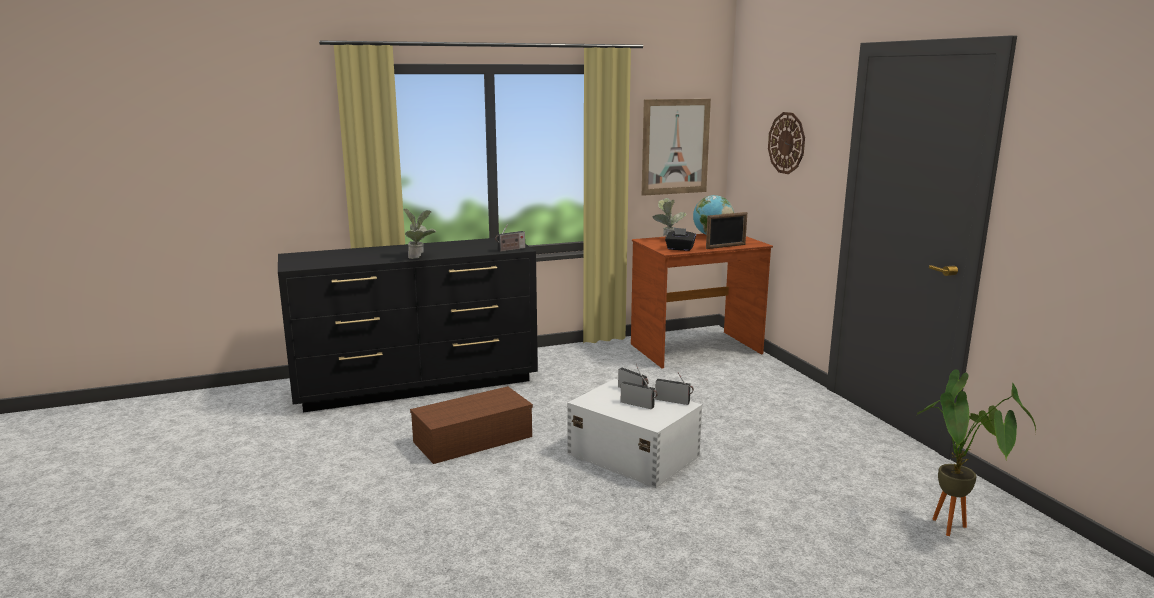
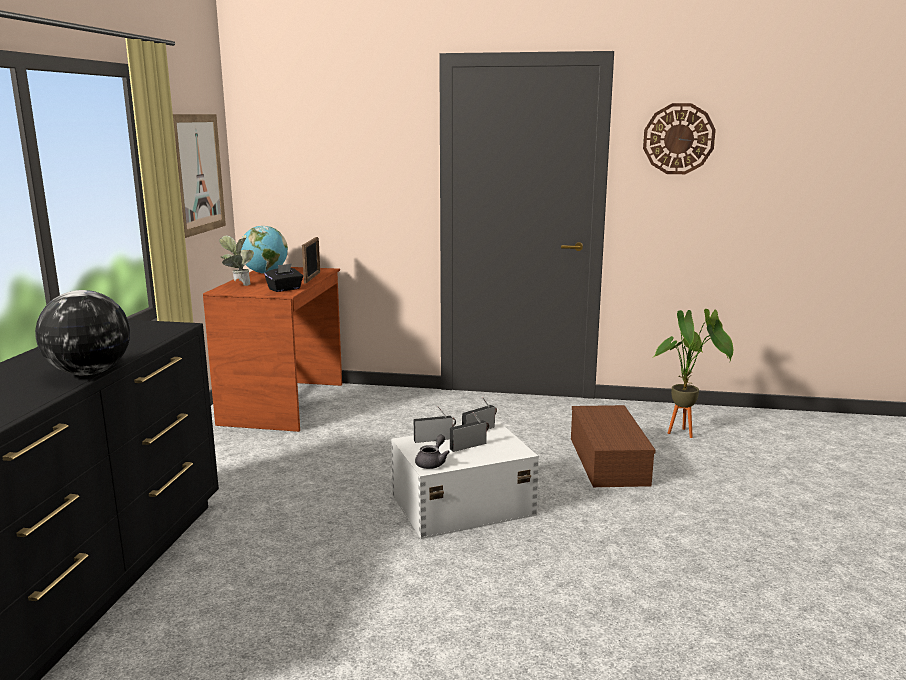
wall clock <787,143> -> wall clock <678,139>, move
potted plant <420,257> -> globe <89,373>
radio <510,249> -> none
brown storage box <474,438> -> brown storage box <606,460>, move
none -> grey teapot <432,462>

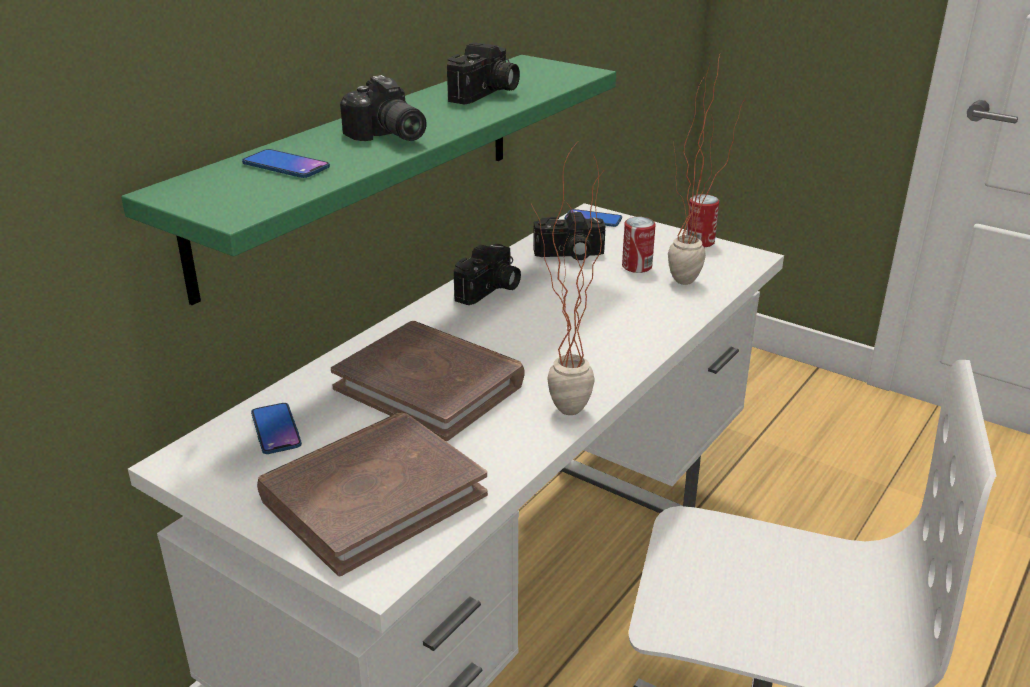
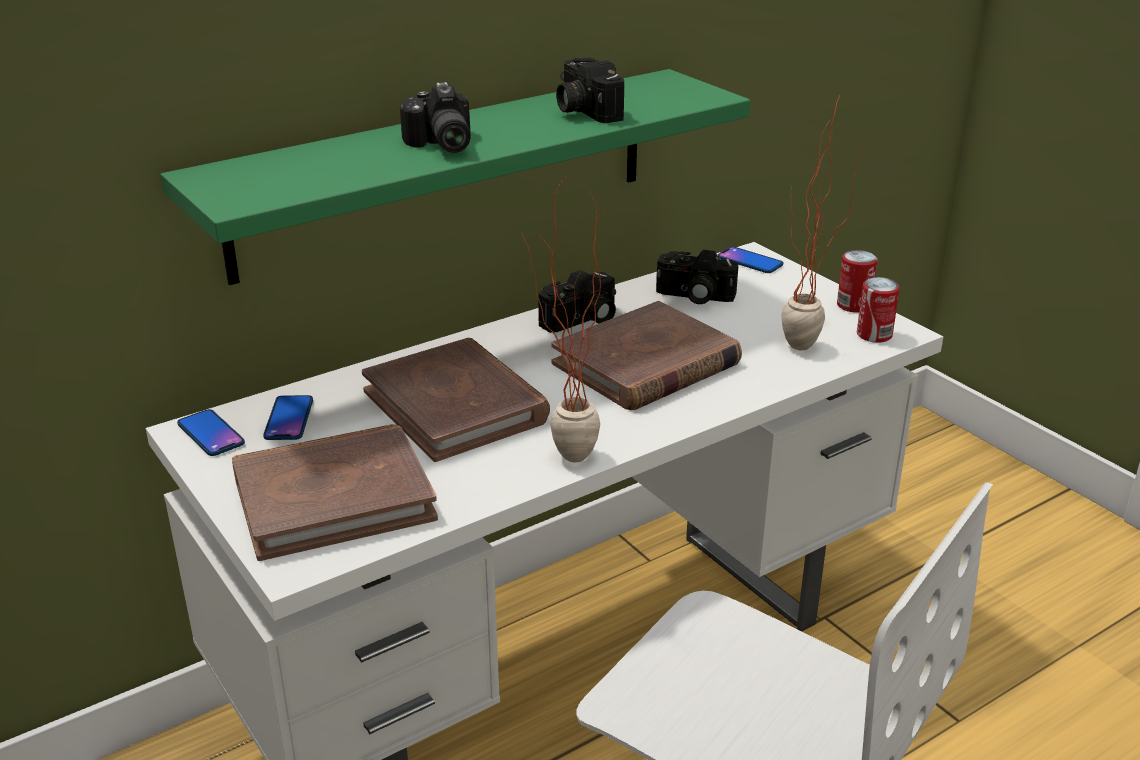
photo camera <486,94> -> photo camera <583,110>, 105 degrees clockwise
phone <286,165> -> phone <211,434>, move
can <637,266> -> can <874,335>, move
none -> brown book <646,364>

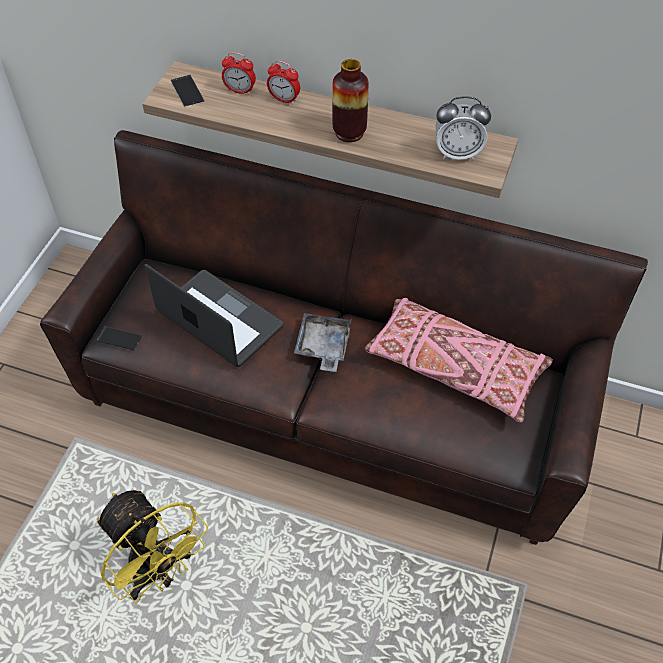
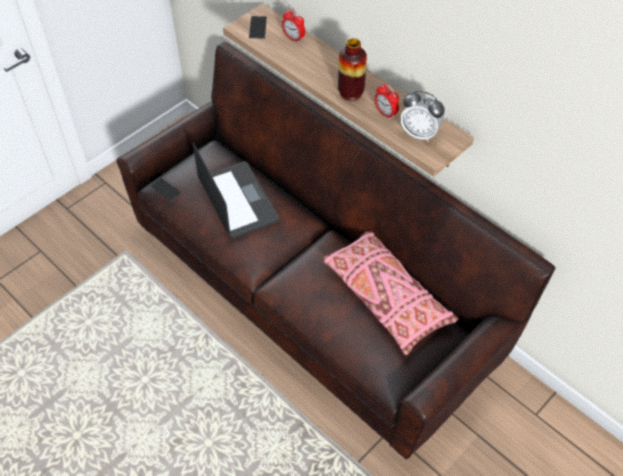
alarm clock <284,99> -> alarm clock <385,113>, move
grey tray <323,346> -> none
yellow fan <158,572> -> none

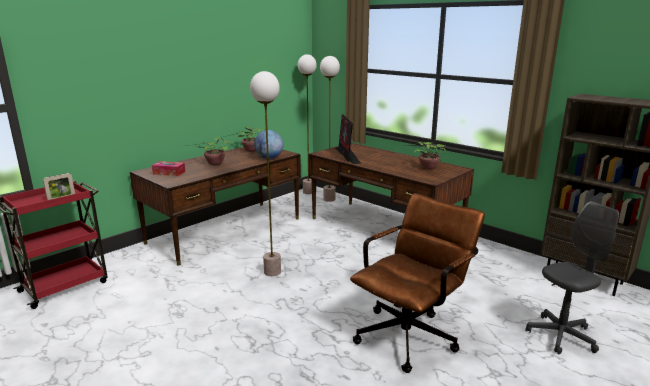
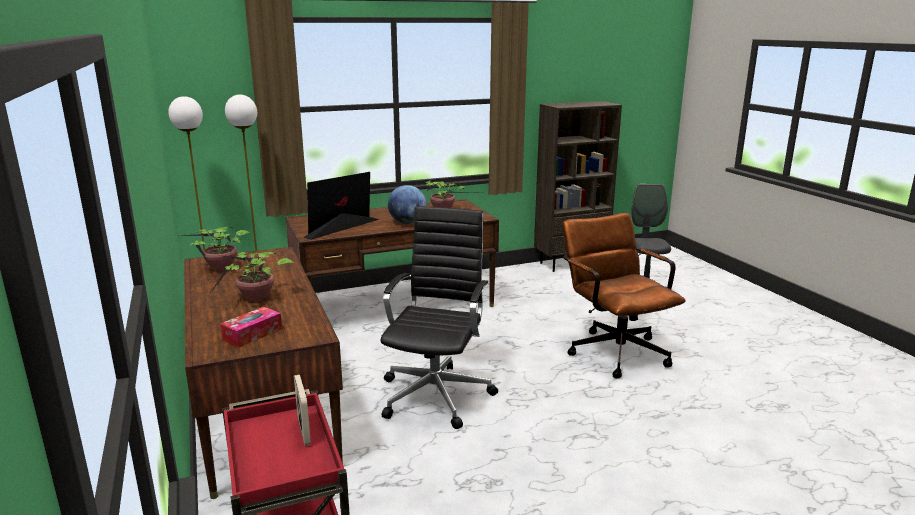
floor lamp <272,272> -> black office chair <437,394>
monitor <347,155> -> monitor <341,228>, 120 degrees clockwise
globe <269,158> -> globe <407,223>, move

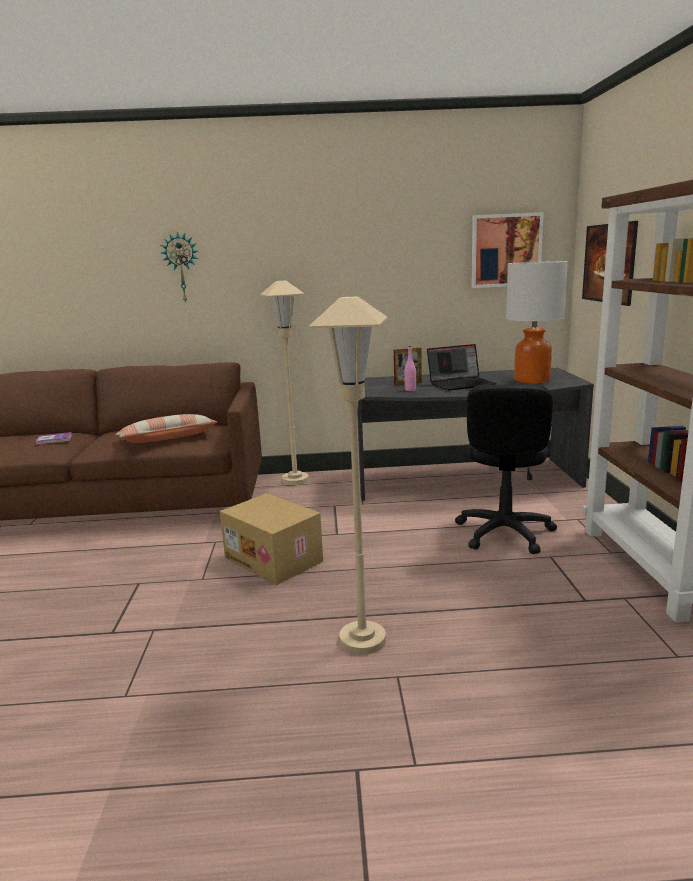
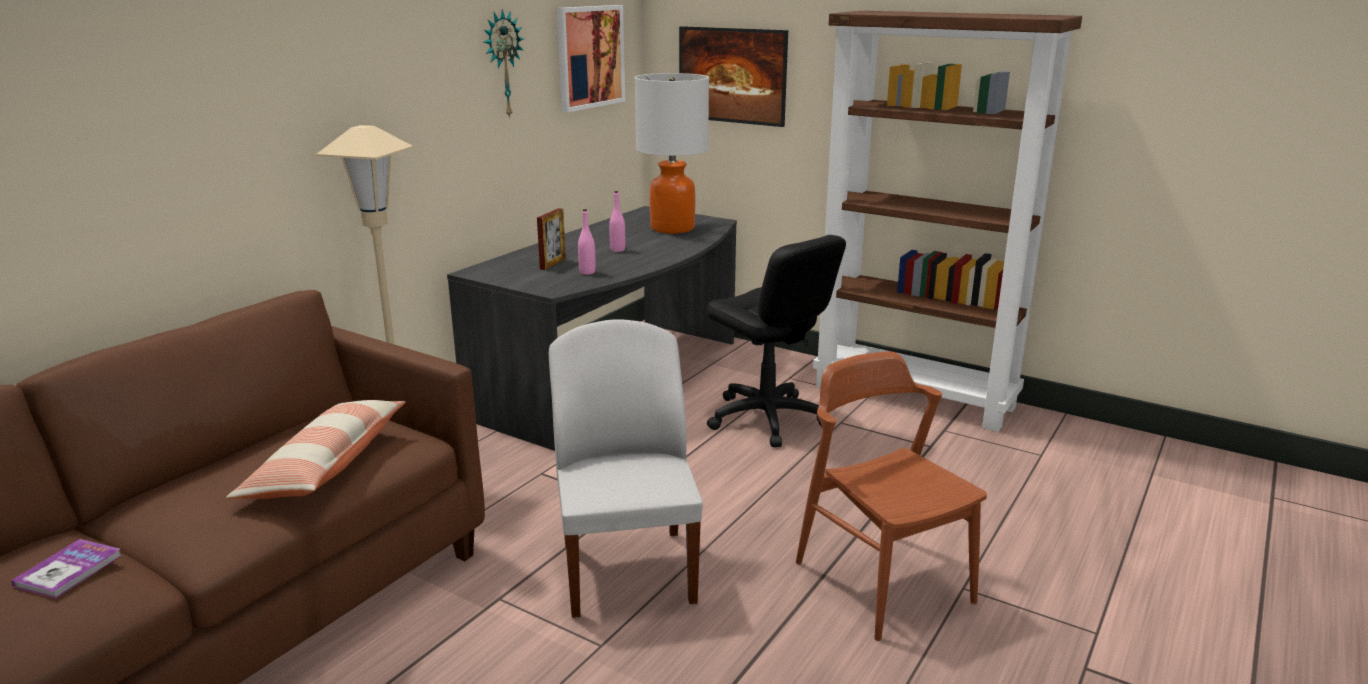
wall clock <182,268> -> wall clock <502,64>, move
beige floor lamp <363,640> -> brown chair <882,581>
laptop <461,384> -> pink bottle <617,250>
cardboard box <275,559> -> white chair <628,569>

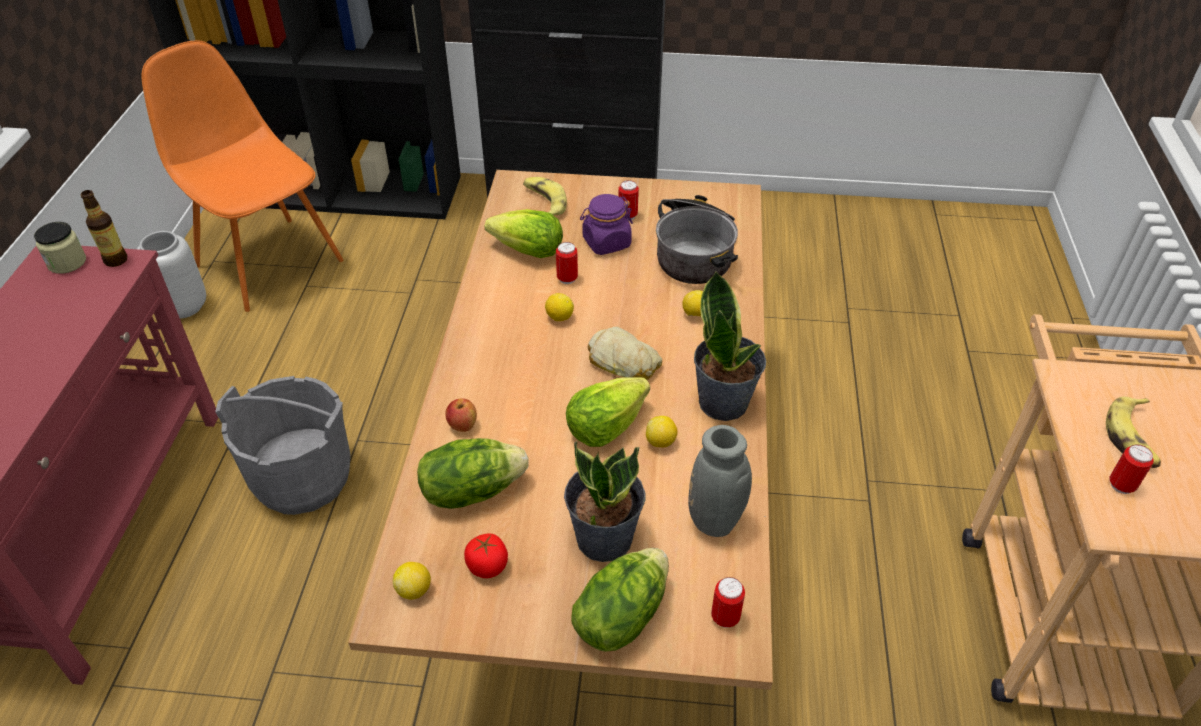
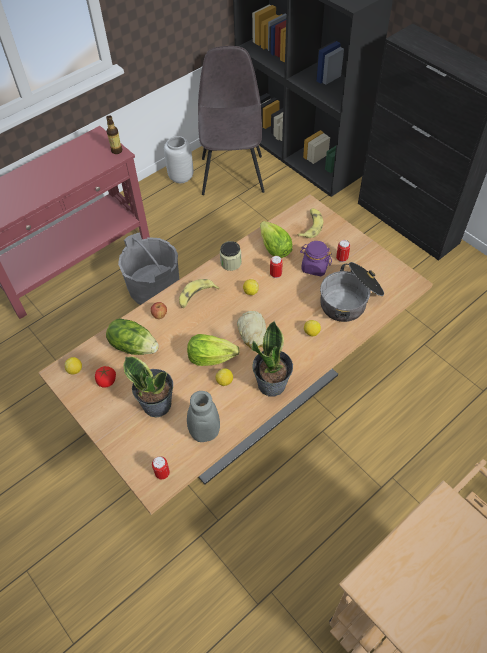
orange chair <267,261> -> grey chair <232,173>
jar <67,262> -> jar <231,263>, move
banana <1132,438> -> banana <196,296>, move
can <1121,485> -> none
lettuce <620,616> -> none

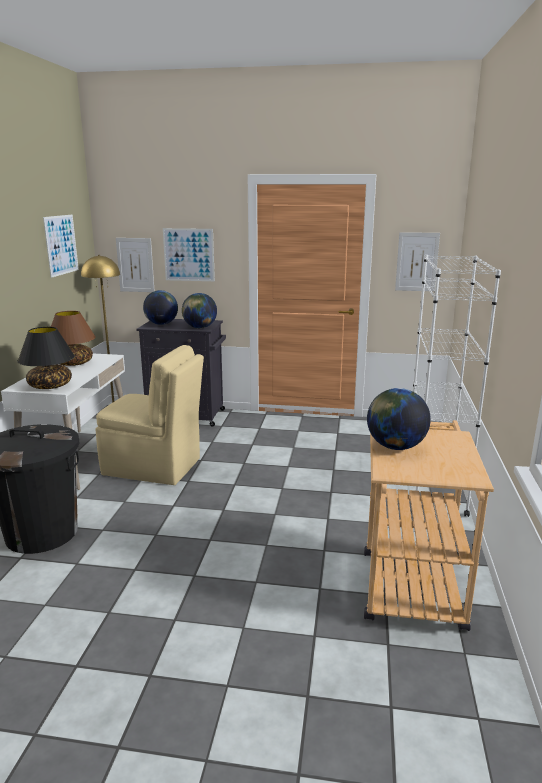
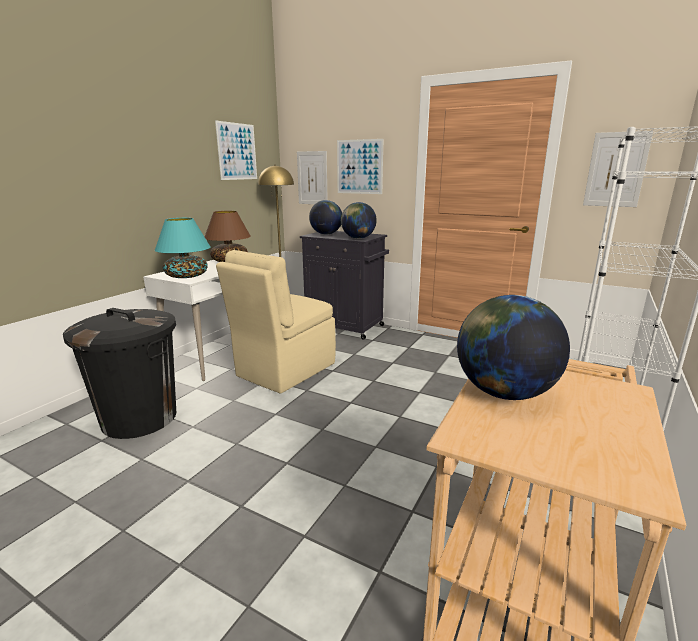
black table lamp <50,386> -> turquoise table lamp <187,276>
beige chair <154,467> -> beige chair <284,370>, 90 degrees clockwise

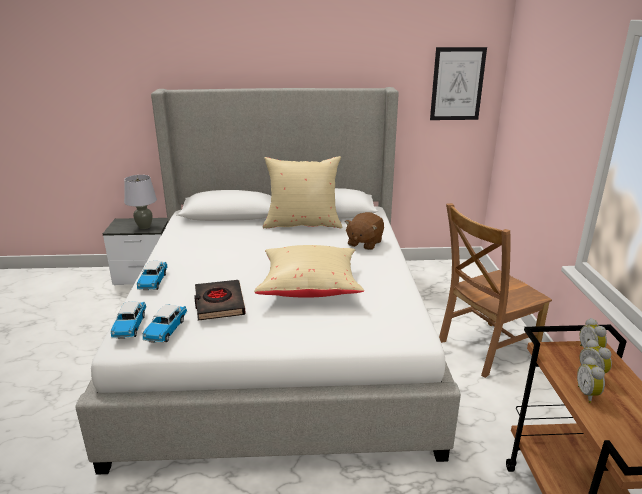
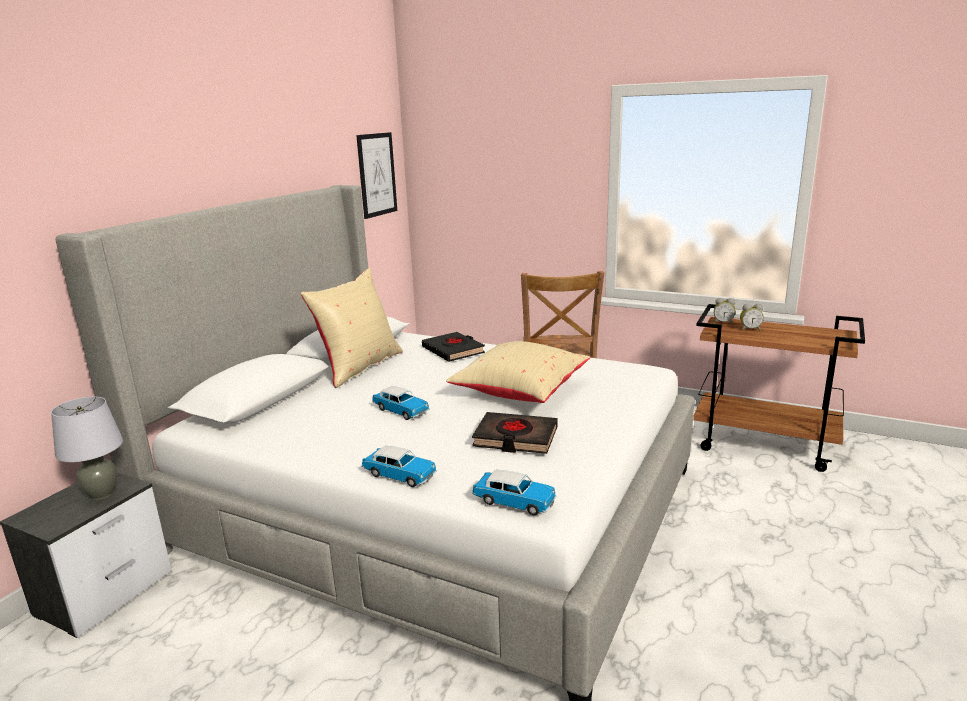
brown plush toy <364,243> -> black book <453,351>
toy car <166,330> -> toy car <401,411>, move
alarm clock <588,394> -> none

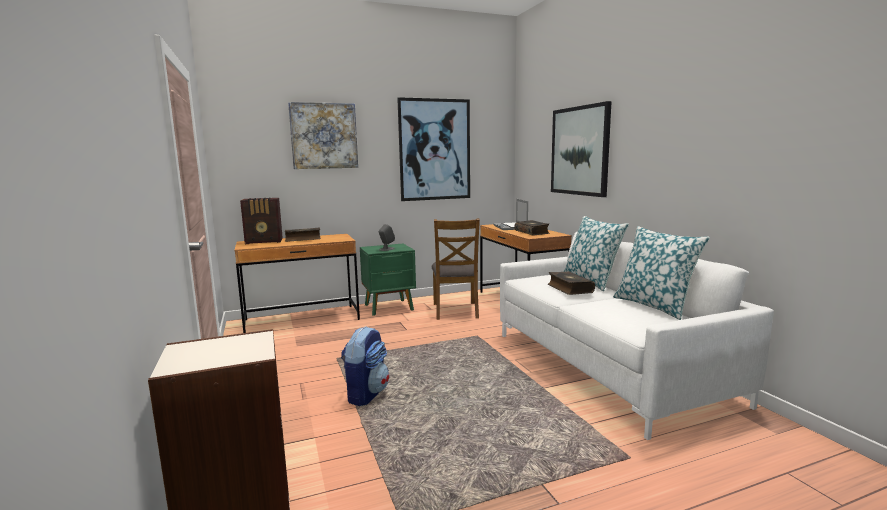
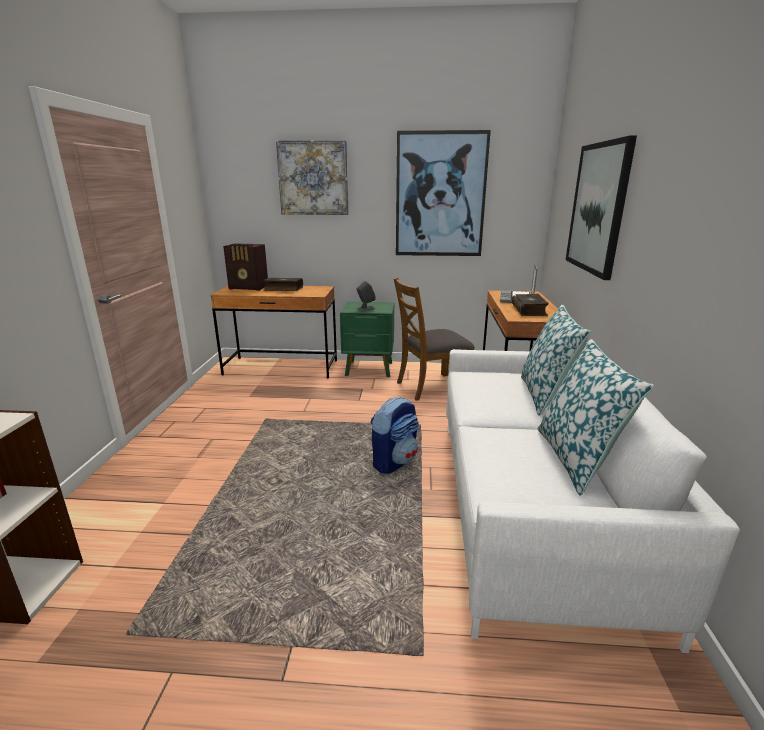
brown chair <456,310> -> brown chair <431,386>, 45 degrees clockwise
book <569,289> -> none
backpack <366,394> -> backpack <394,461>, move

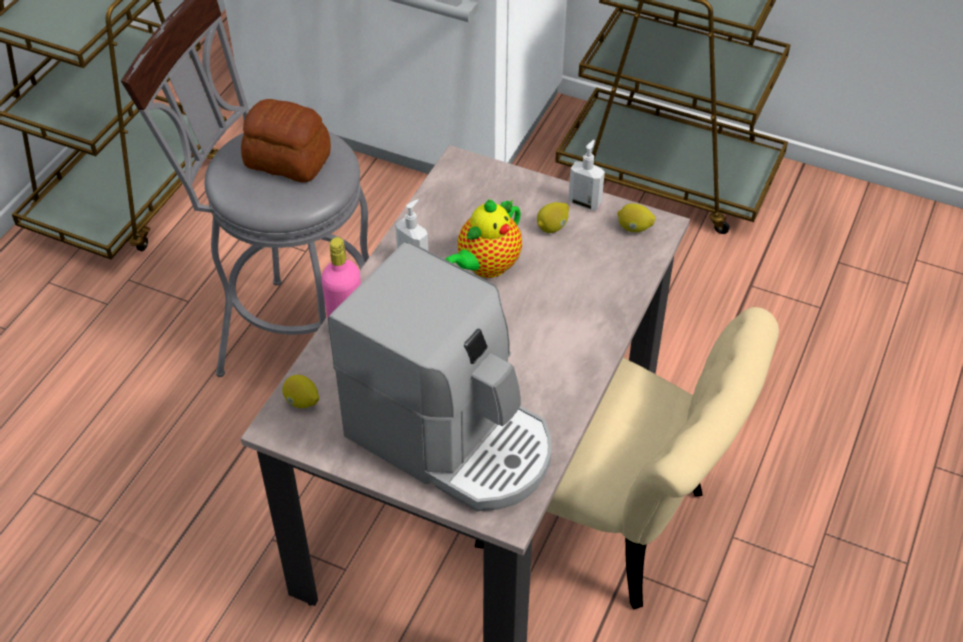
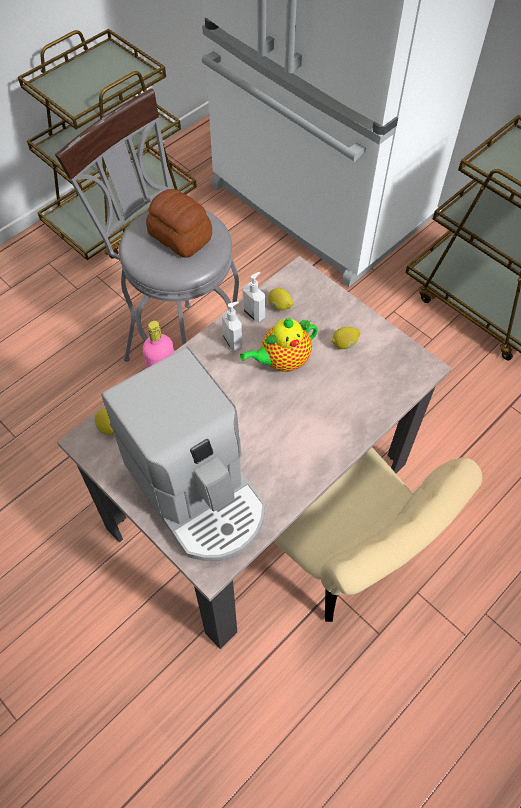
soap dispenser <585,202> -> soap dispenser <254,313>, move
lemon <634,228> -> lemon <280,306>, move

